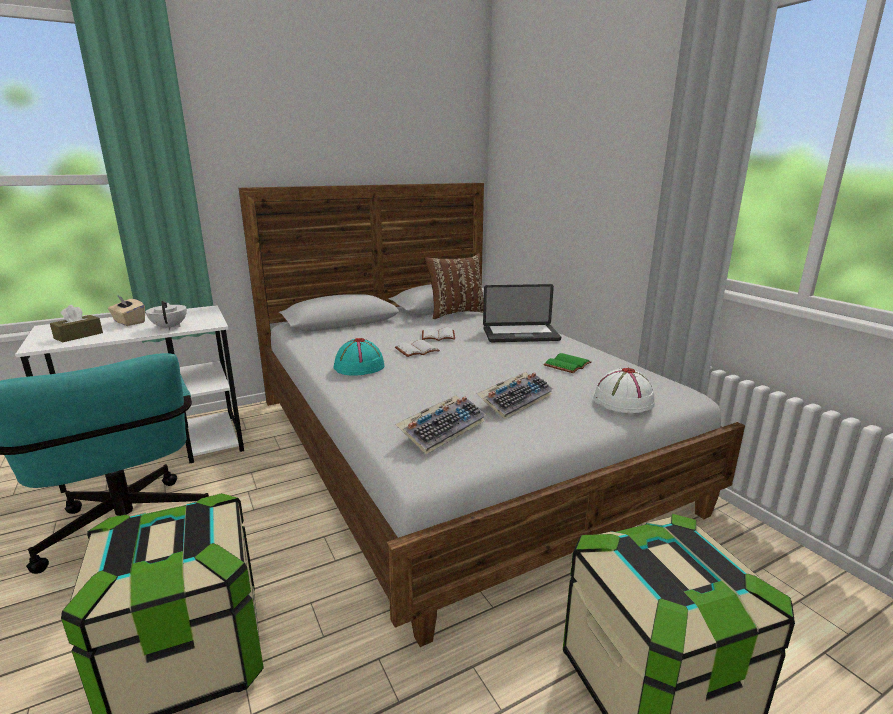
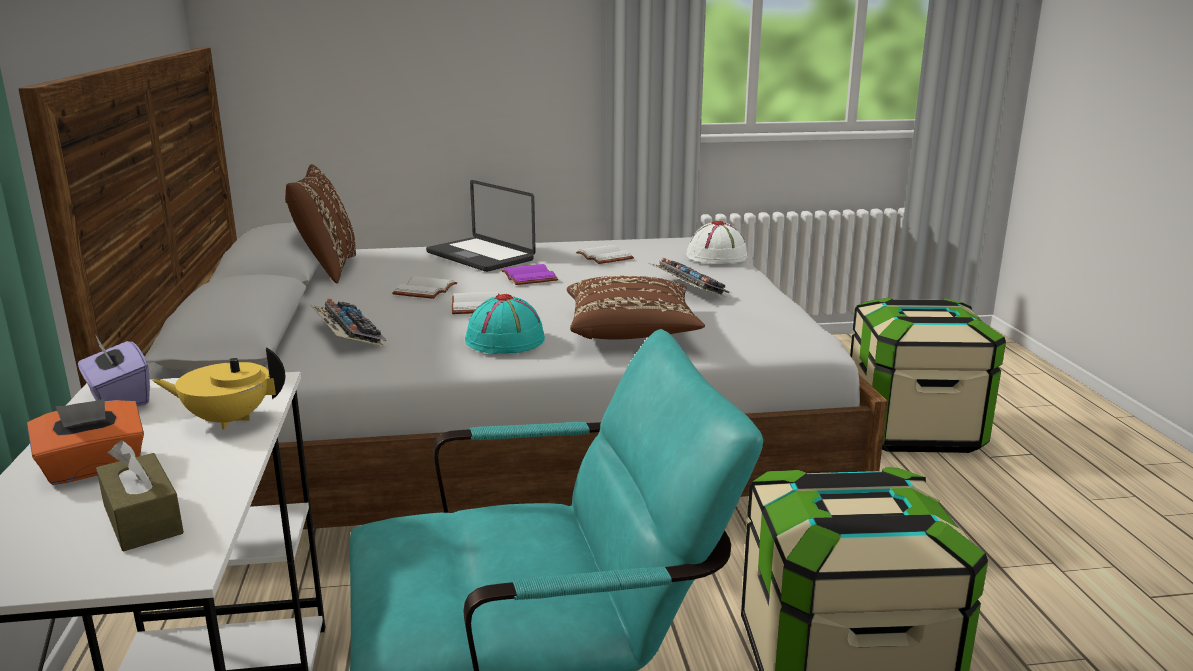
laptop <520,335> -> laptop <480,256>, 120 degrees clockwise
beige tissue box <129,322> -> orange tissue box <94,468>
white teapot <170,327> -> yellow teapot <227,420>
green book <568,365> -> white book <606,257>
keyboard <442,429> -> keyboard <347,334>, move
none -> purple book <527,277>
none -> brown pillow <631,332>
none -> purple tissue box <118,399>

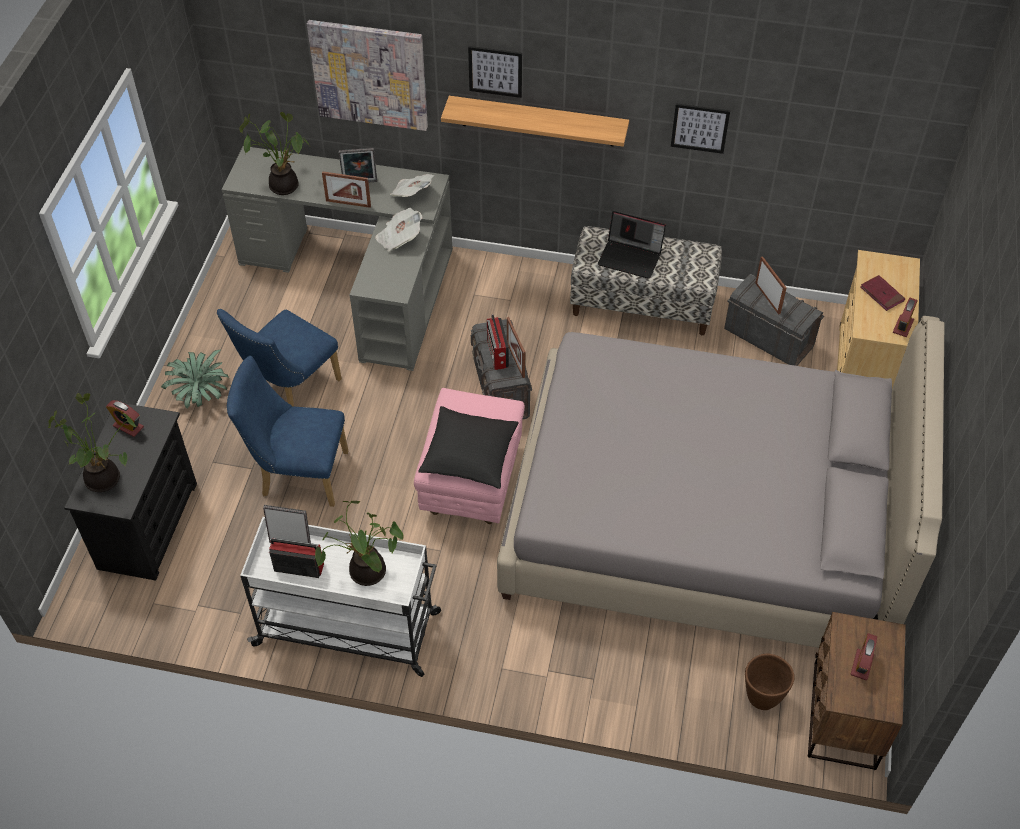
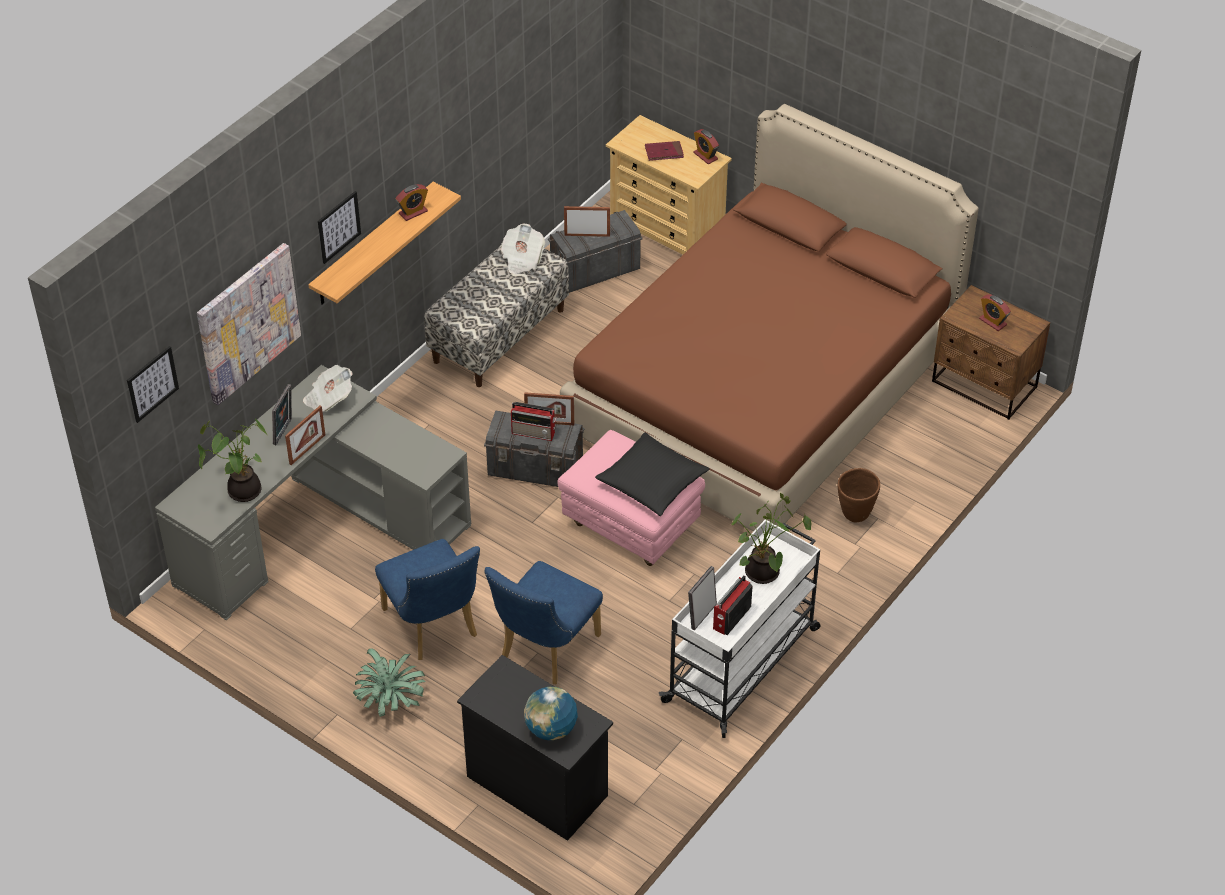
picture <700,128> -> picture <152,383>, move
newspaper <399,238> -> newspaper <522,259>, move
laptop <631,257> -> none
grey bed <703,521> -> brown bed <763,391>
potted plant <105,477> -> globe <551,729>
alarm clock <128,426> -> alarm clock <413,212>, move
brown planter <762,697> -> brown planter <855,514>, move

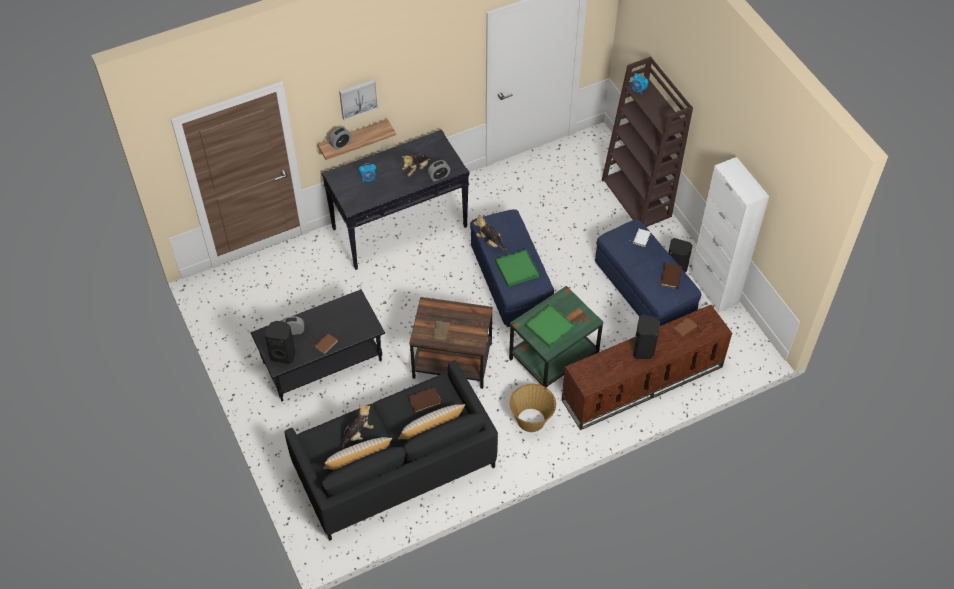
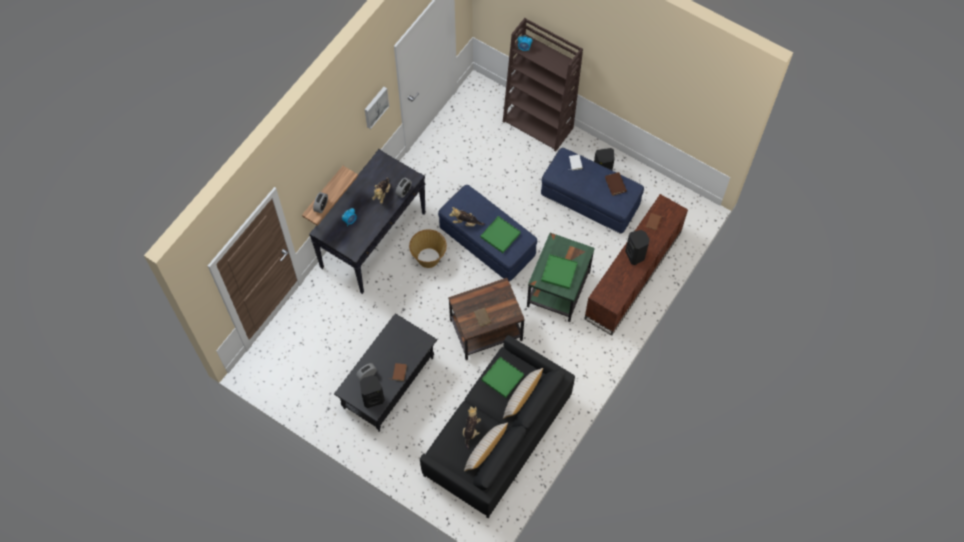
picture <358,98> -> picture <375,107>, move
white cabinet <713,289> -> none
basket <531,420> -> basket <428,257>, move
brown book <424,401> -> green tray <502,378>

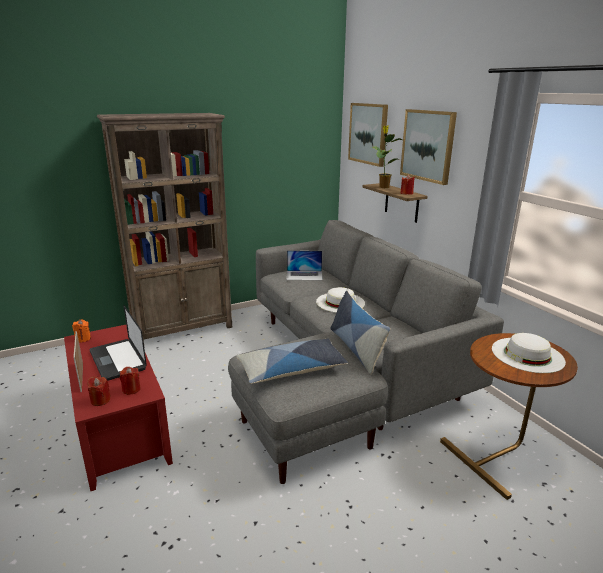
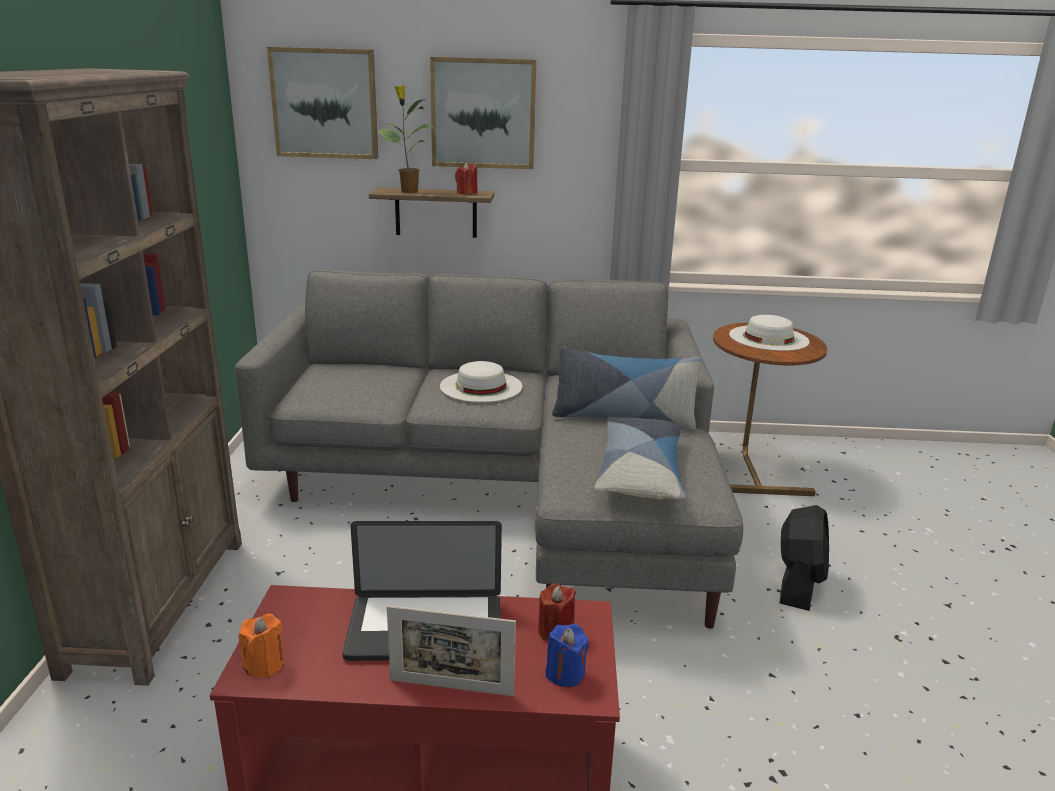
laptop <304,275> -> none
red candle <100,400> -> blue candle <565,674>
none -> black fan <799,584>

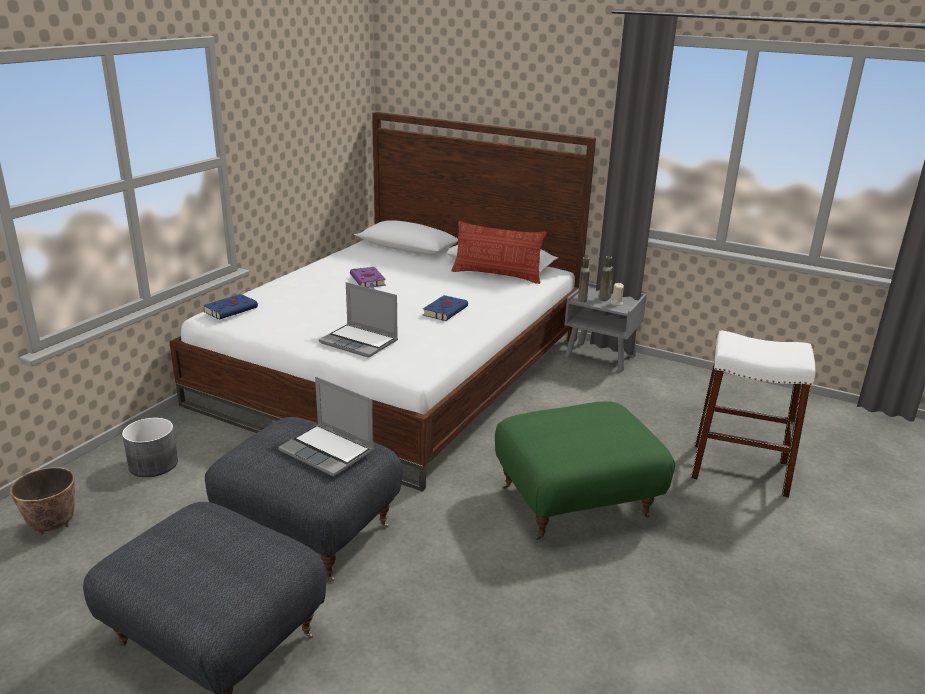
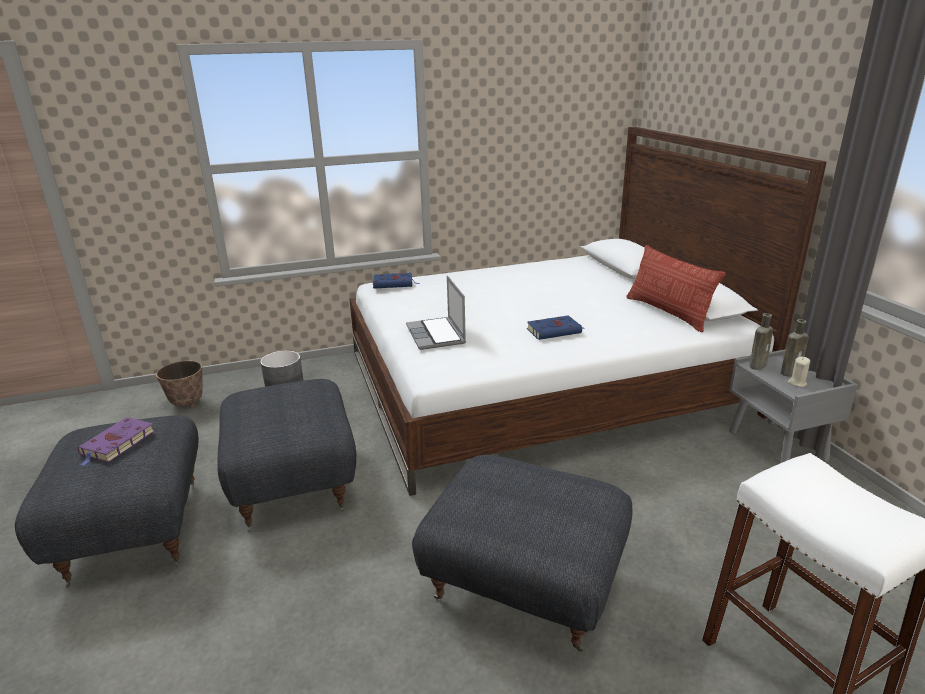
purple book <368,281> -> purple book <117,444>, move
laptop <328,451> -> none
green ottoman <576,504> -> grey ottoman <522,587>

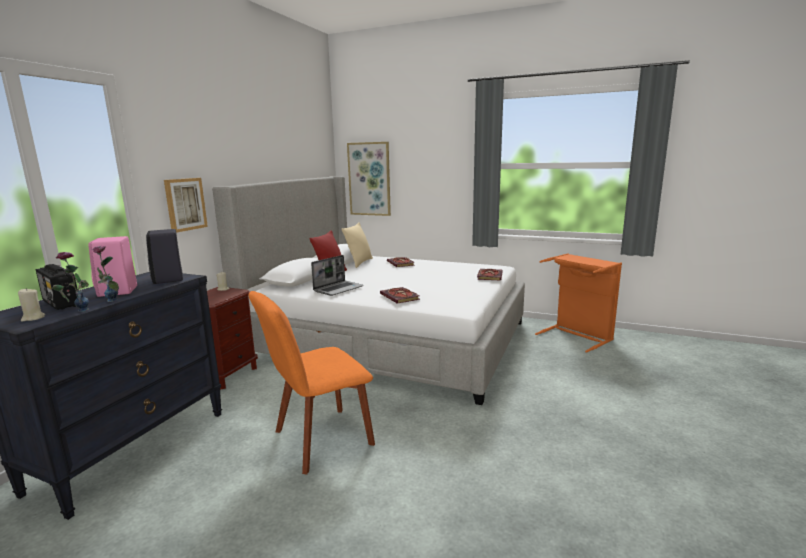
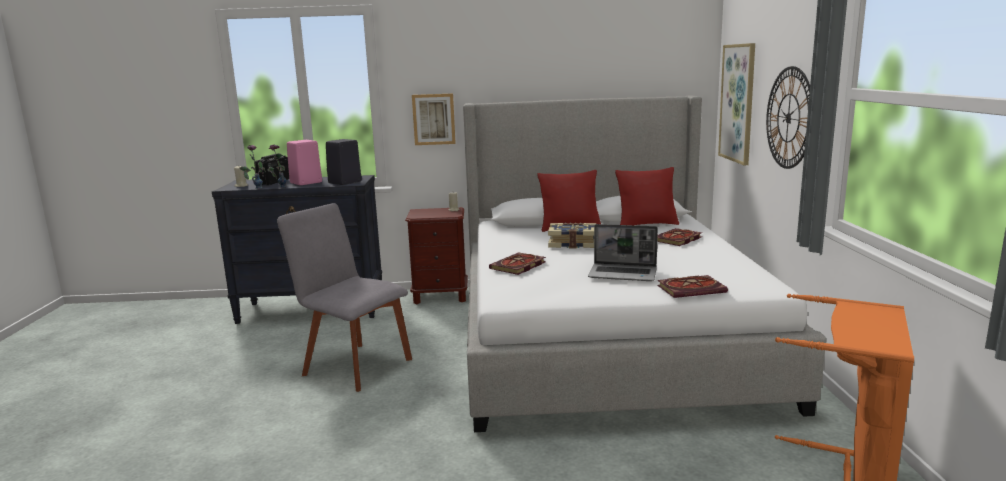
beige pillow <359,262> -> red pillow <646,224>
laptop <338,289> -> laptop <623,274>, move
orange chair <318,440> -> grey chair <354,365>
none -> wall clock <788,118>
none -> book <572,244>

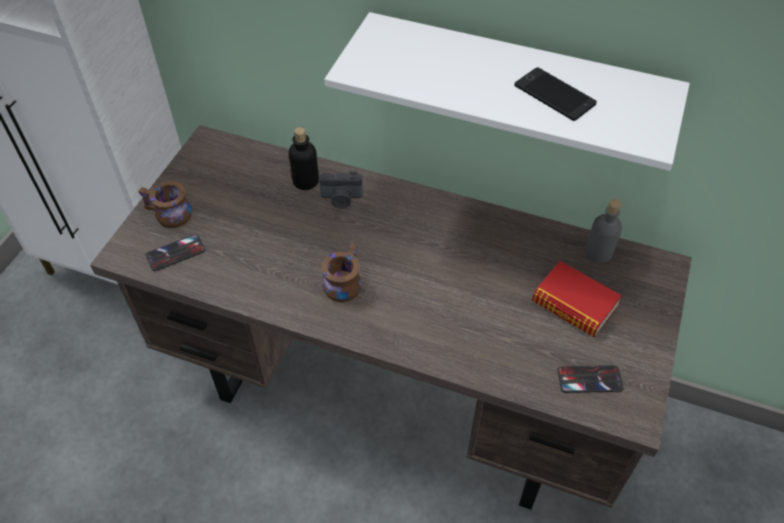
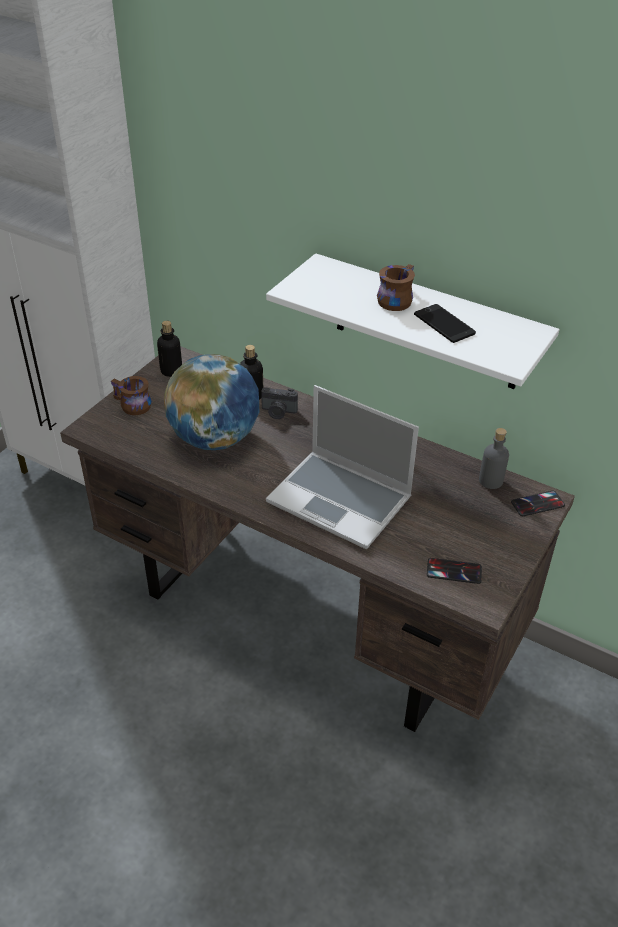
phone <175,253> -> phone <537,504>, move
brown mug <342,282> -> brown mug <394,298>, move
book <574,304> -> none
none -> bottle <171,371>
none -> globe <215,438>
none -> laptop <342,500>

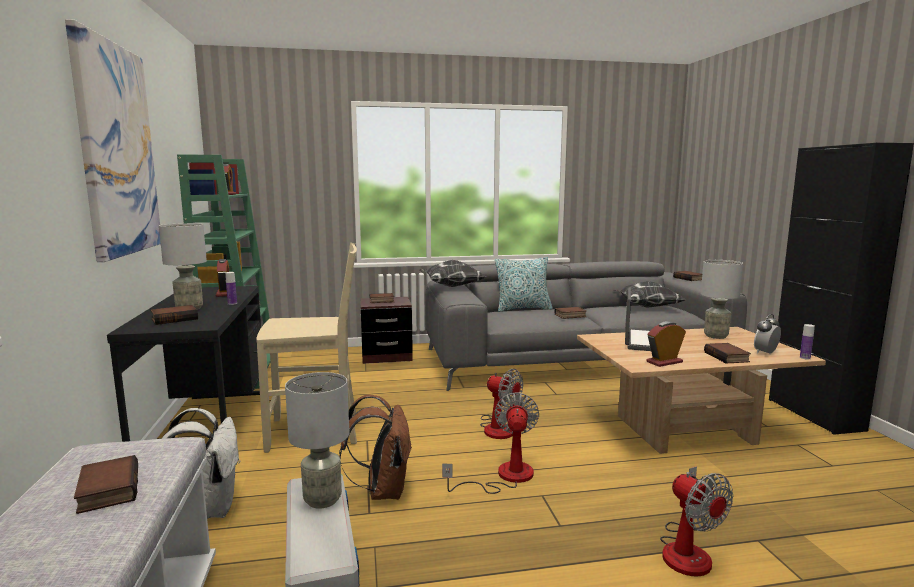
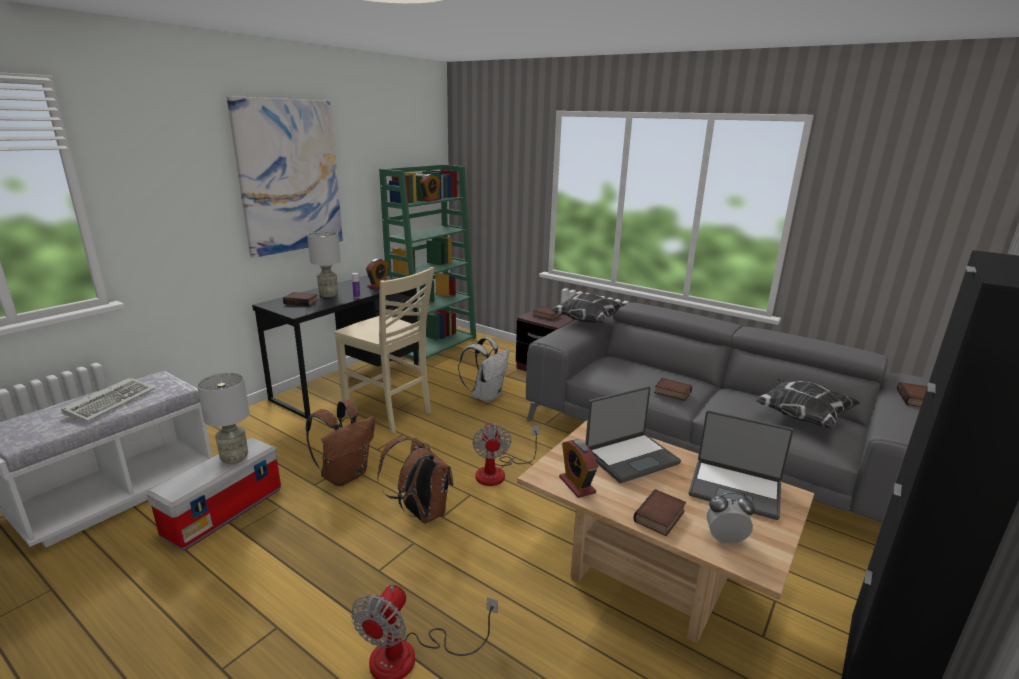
pillow <523,308> -> none
grey table lamp <715,336> -> laptop <735,489>
alarm clock <664,362> -> alarm clock <577,485>, 135 degrees counterclockwise
bottle <805,358> -> none
fan <504,477> -> brown backpack <420,513>
white backpack <210,509> -> white backpack <486,396>, move
book <106,490> -> keyboard <112,401>

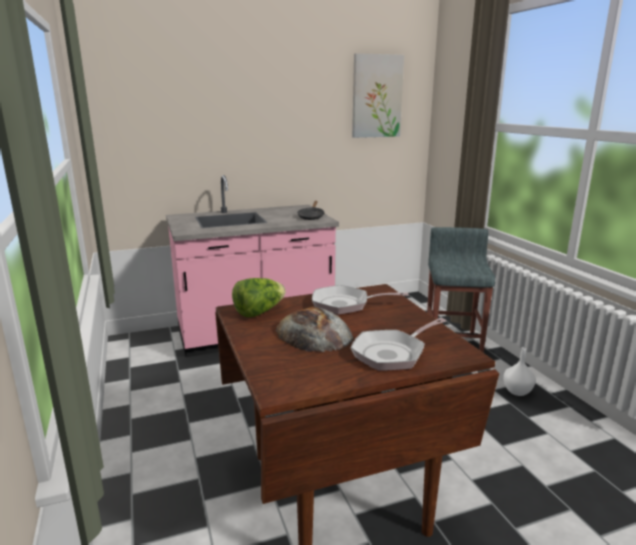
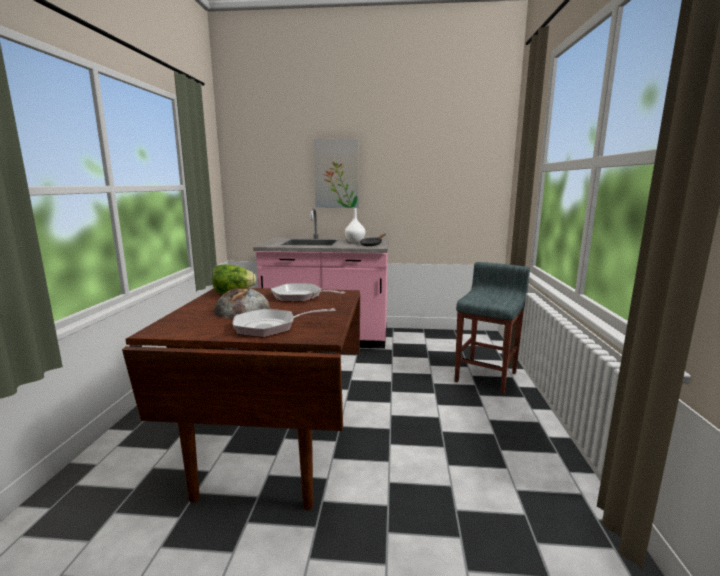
picture <376,96> -> picture <337,174>, move
white vase <517,392> -> white vase <355,242>, move

